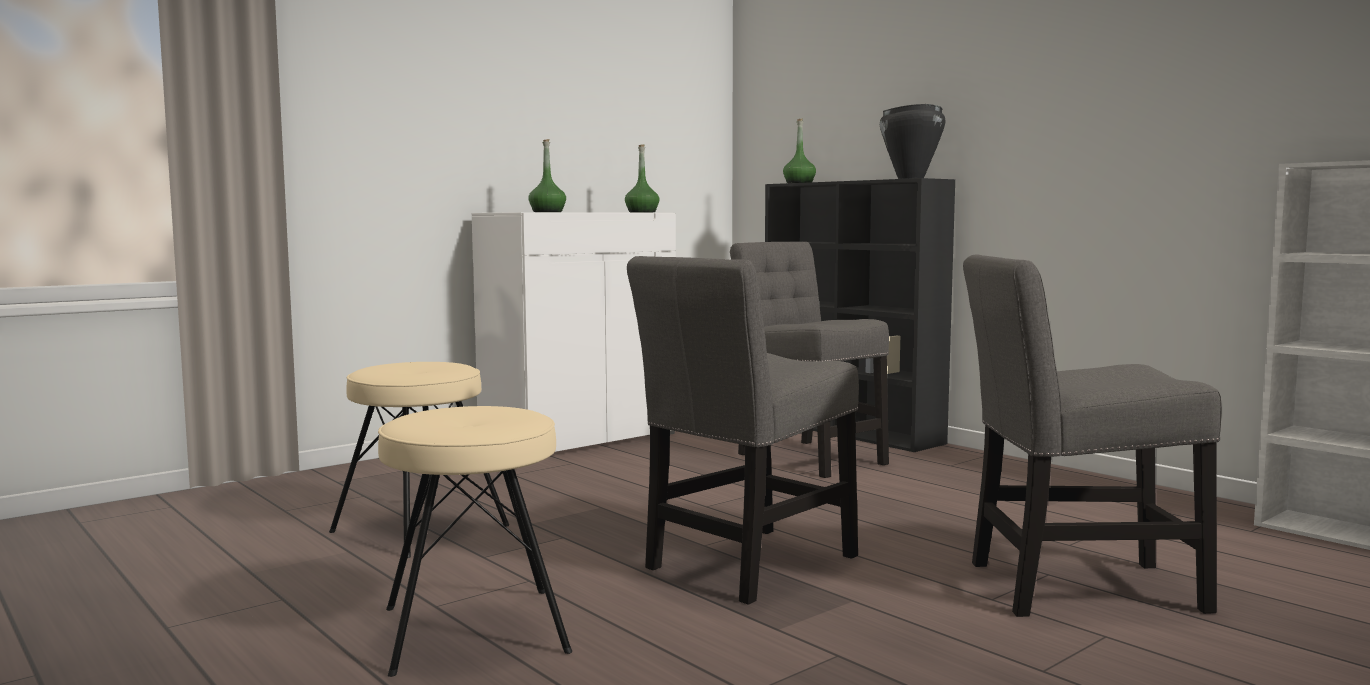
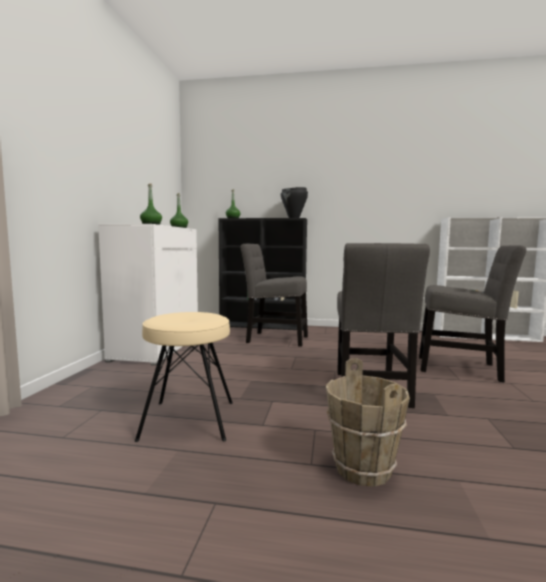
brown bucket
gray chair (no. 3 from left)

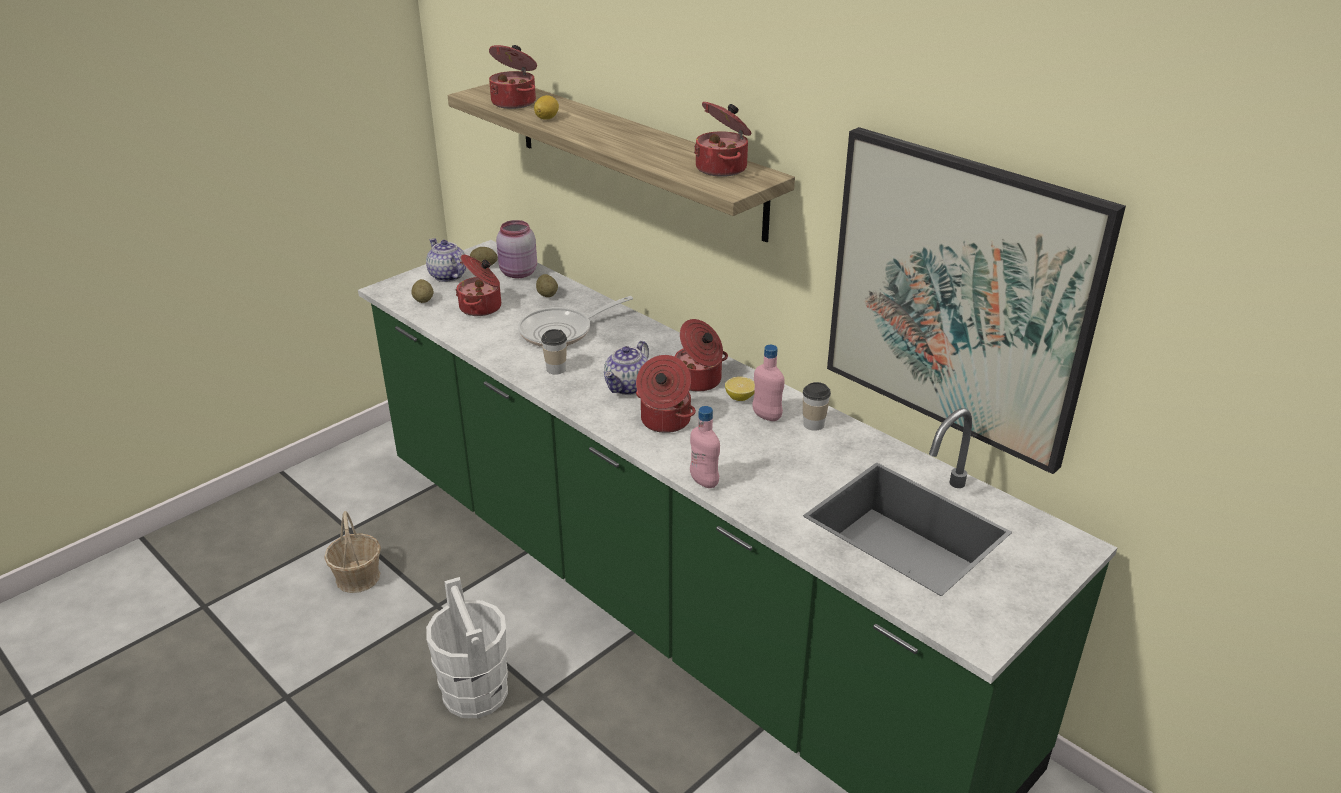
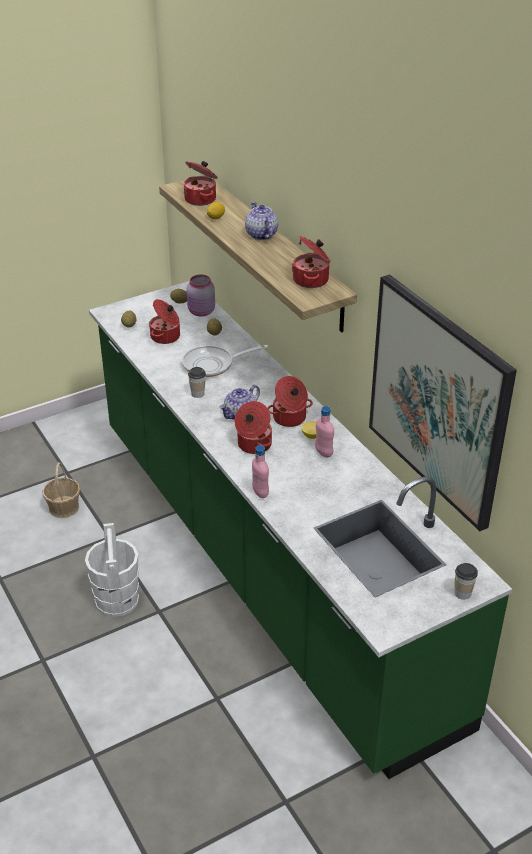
teapot (no. 2 from left)
drinking cup (no. 2 from left)

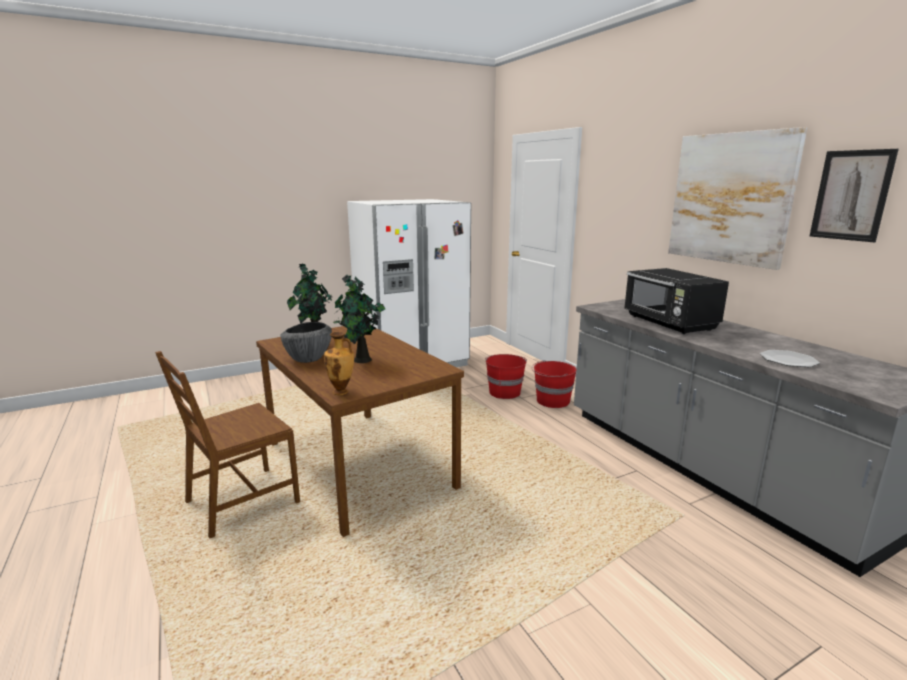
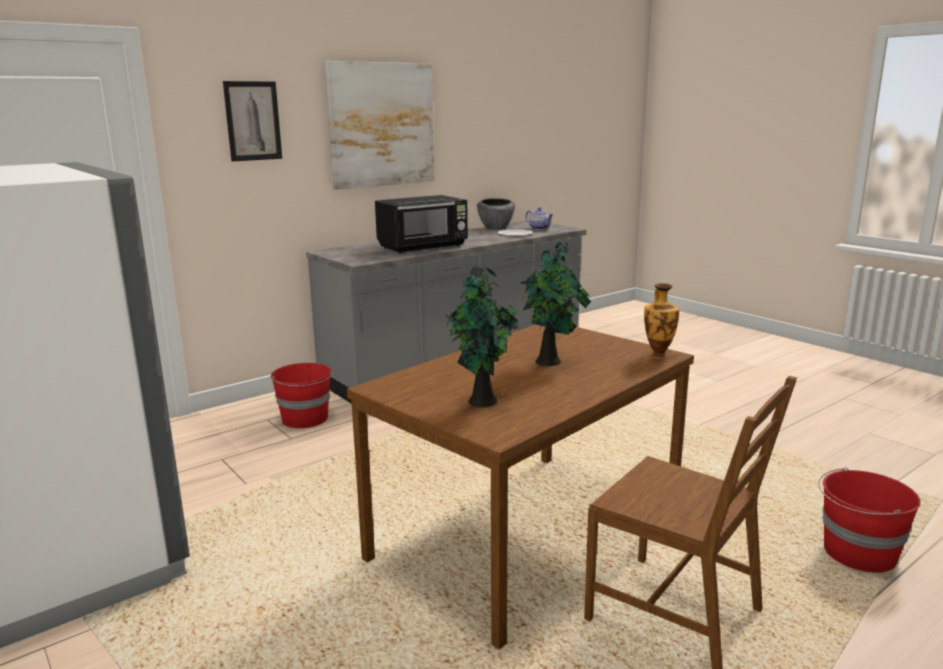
teapot
deep dish
red-coloured bucket (no. 2 from left)
picture (no. 1 from left)

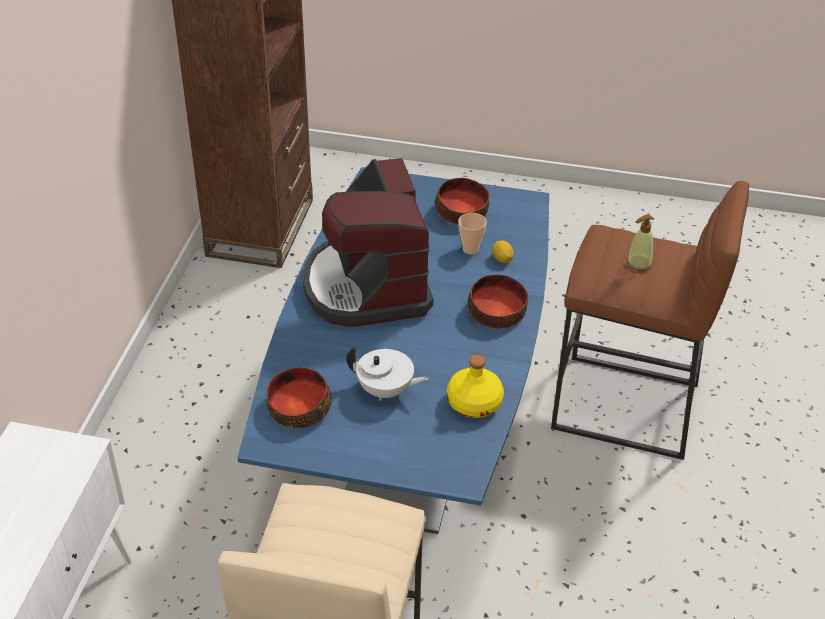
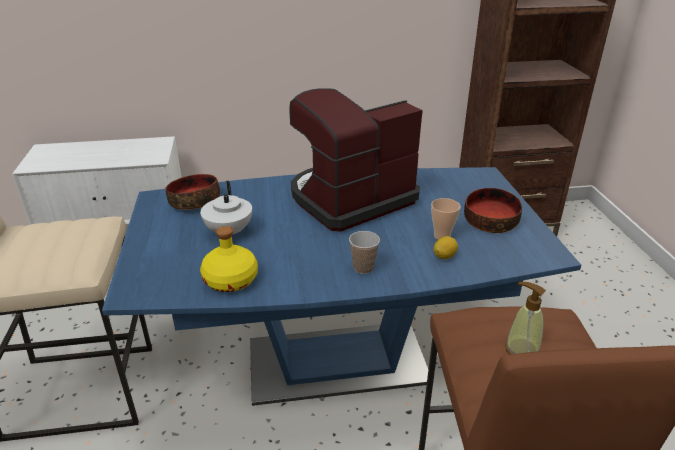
drinking cup (no. 1 from left)

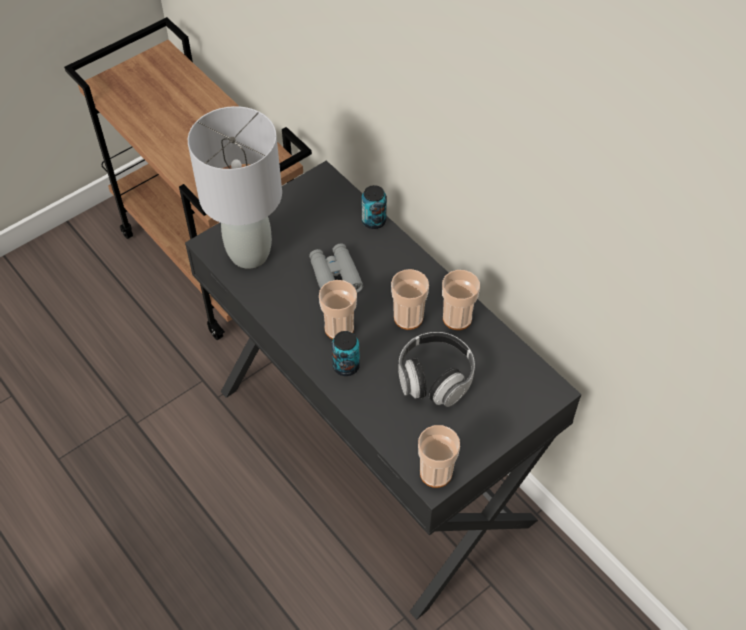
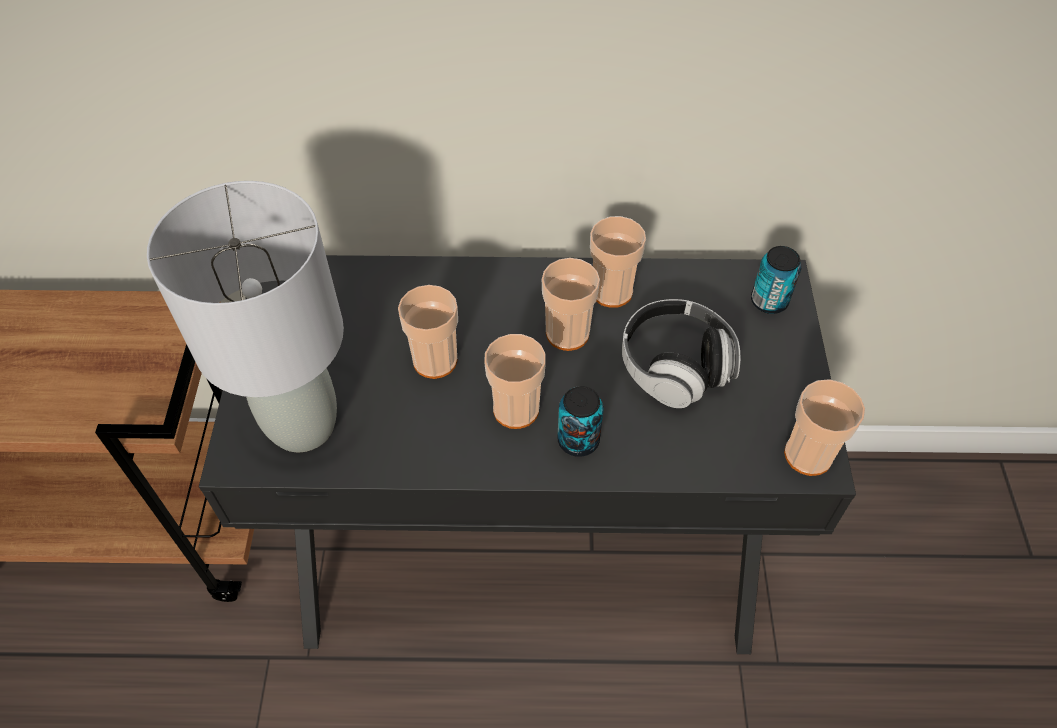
metal can (no. 2 from left)
drinking cup (no. 1 from left)

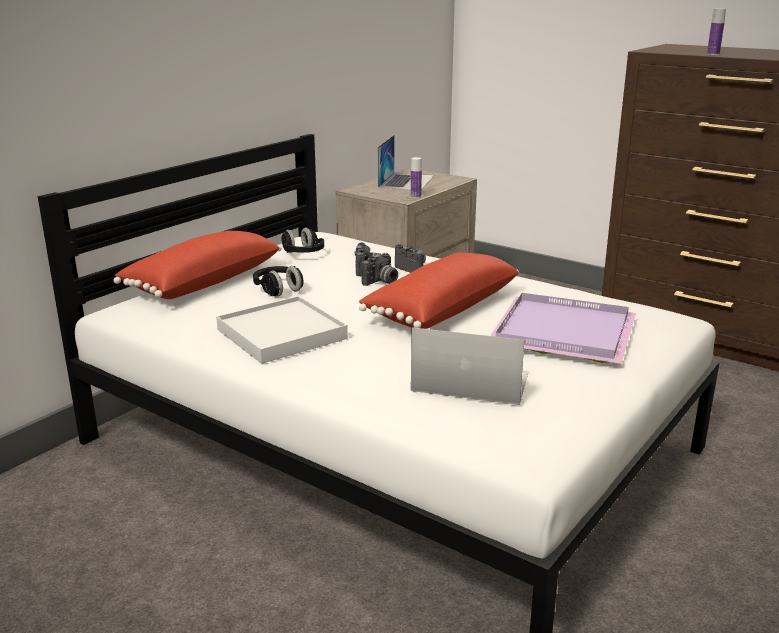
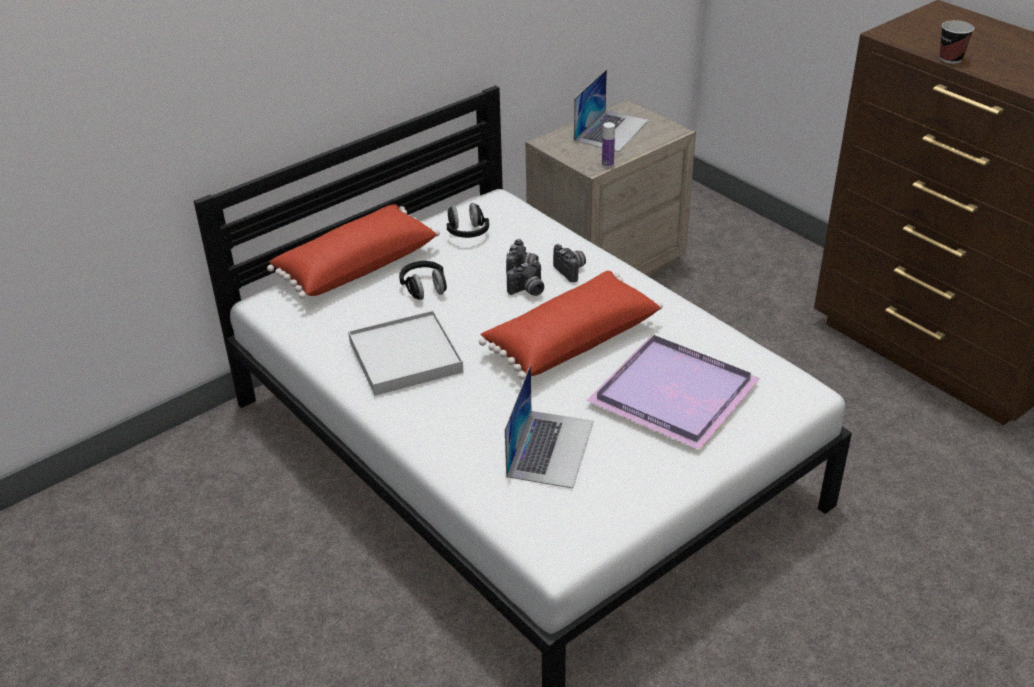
drinking cup
notebook computer (no. 1 from left)

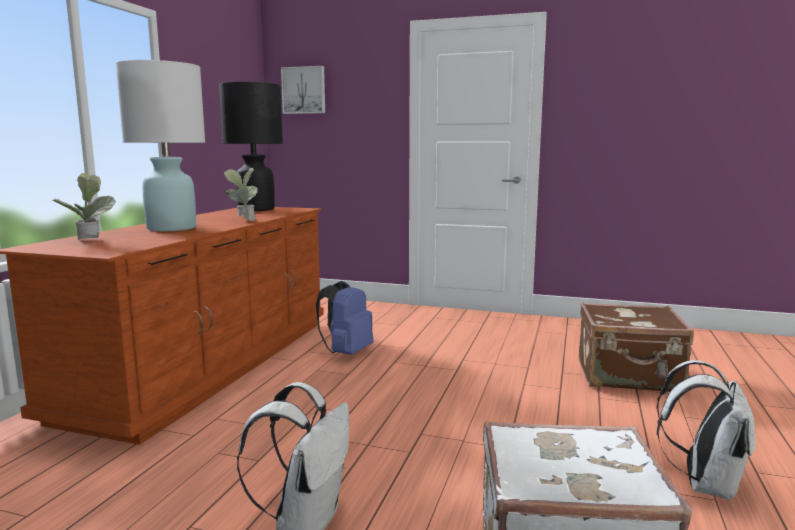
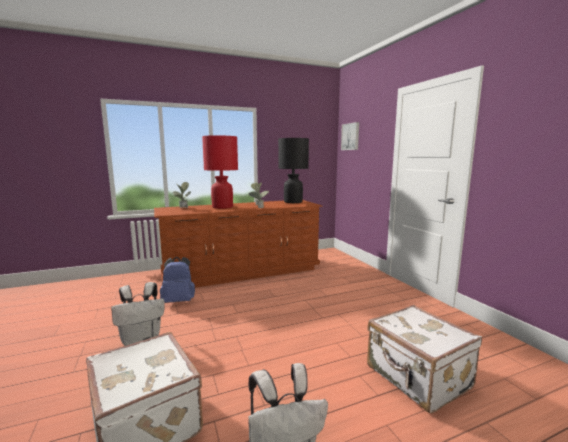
blue backpack
red-coloured table lamp
white-coloured travel case (no. 2 from left)

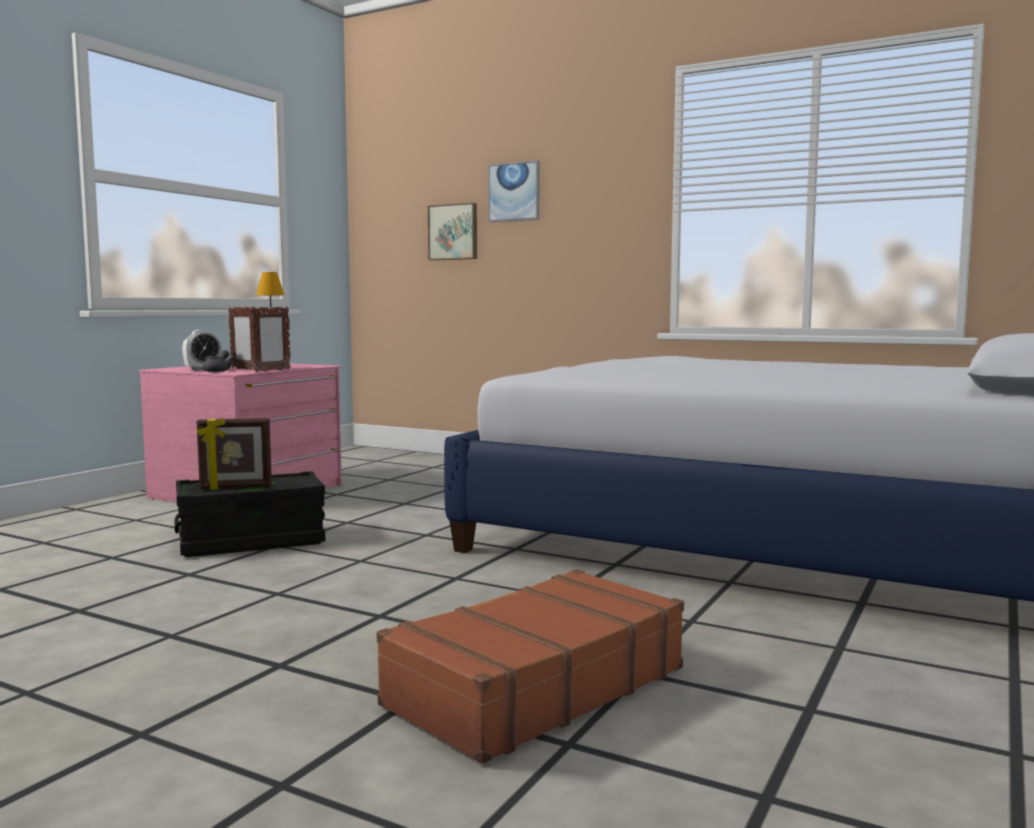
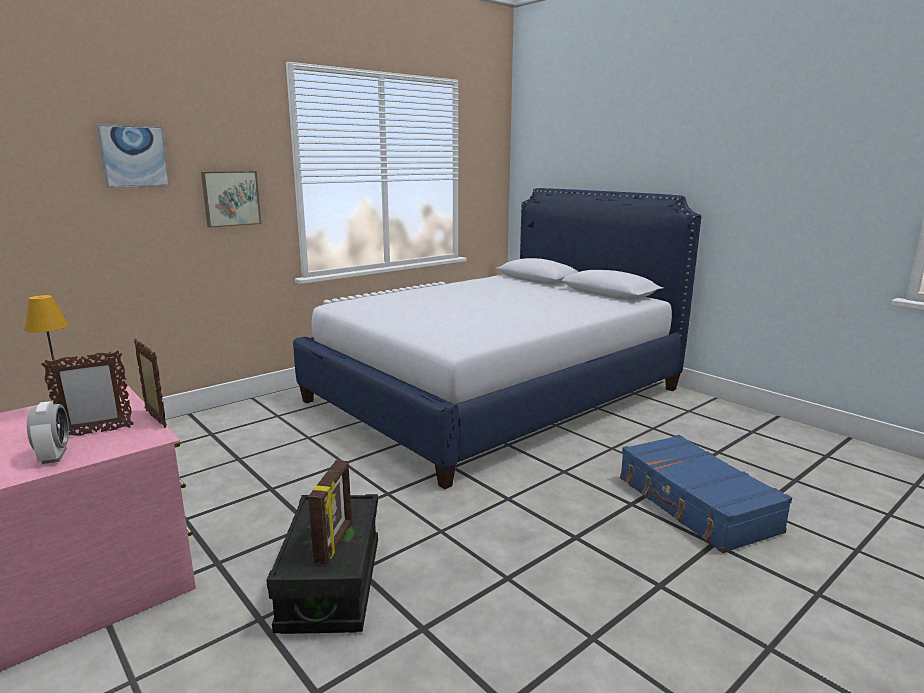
gray teapot
picture (no. 2 from left)
blue travel case

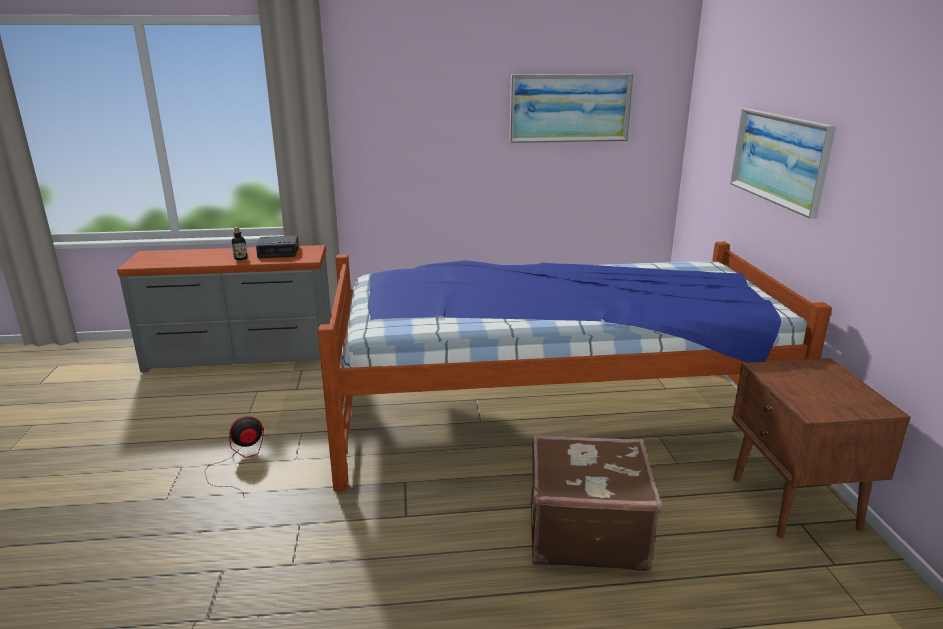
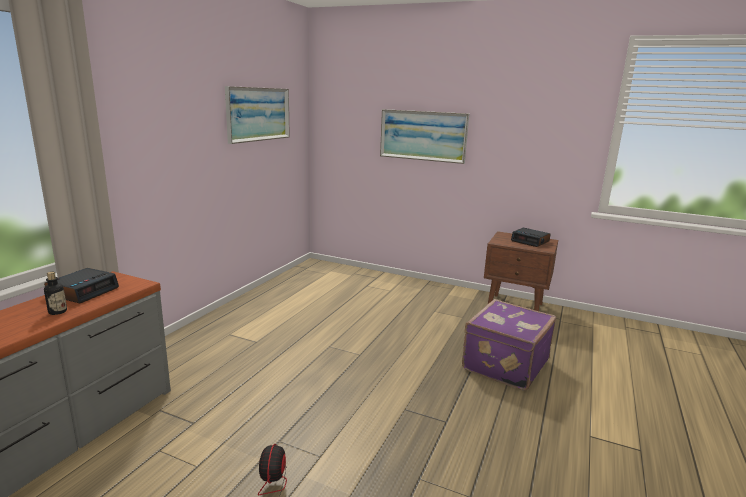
sleeping bed
alarm clock (no. 2 from left)
purple-coloured travel case

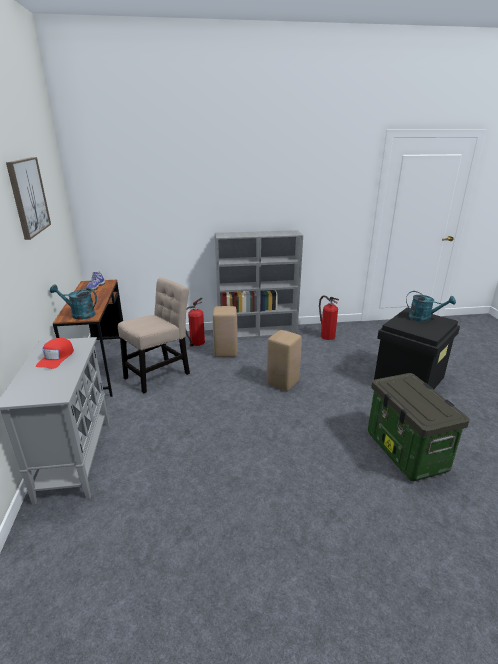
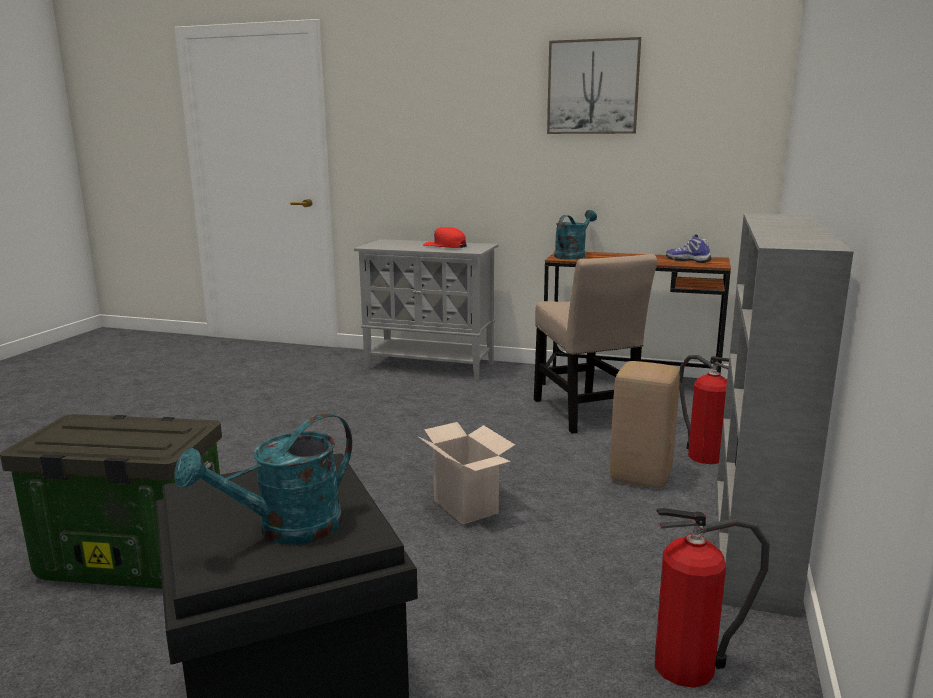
packing box

